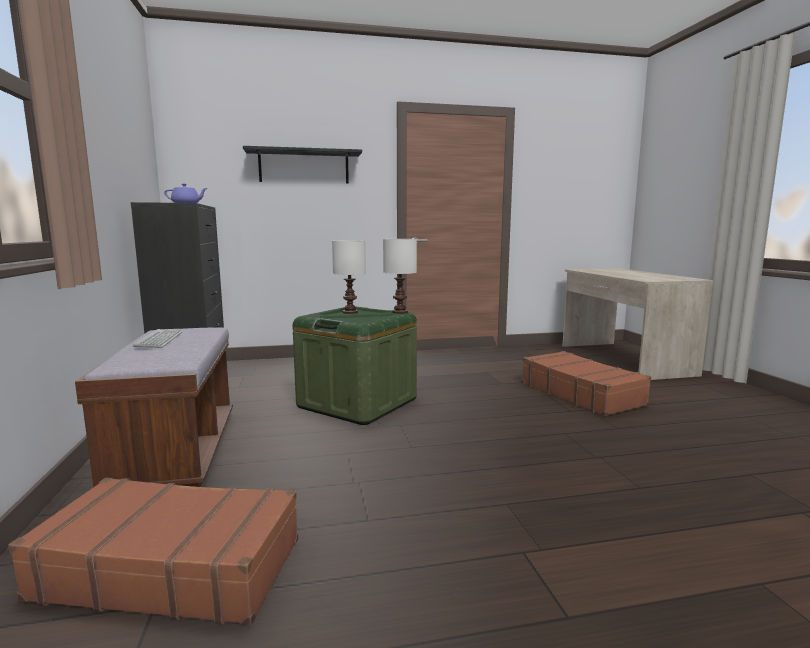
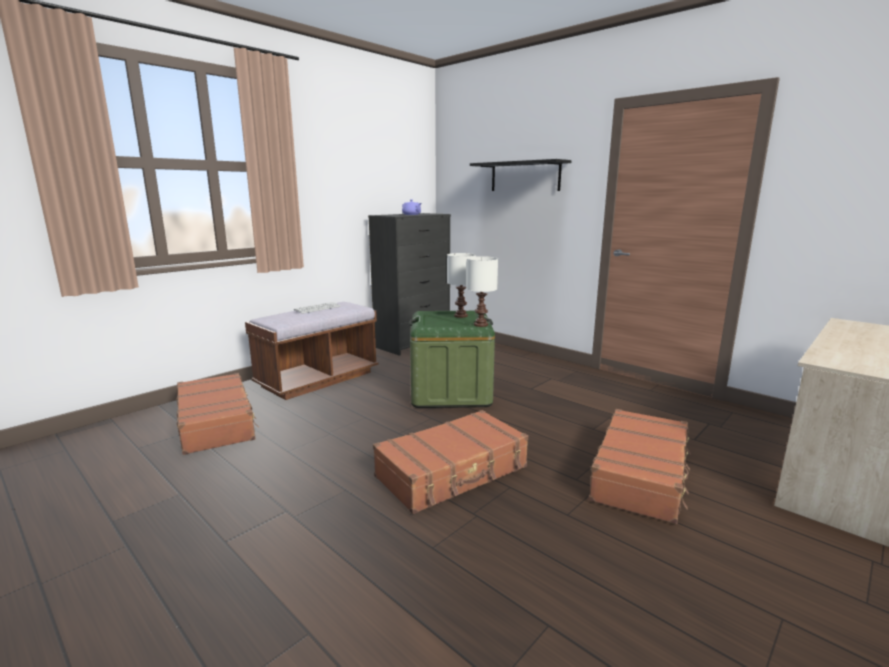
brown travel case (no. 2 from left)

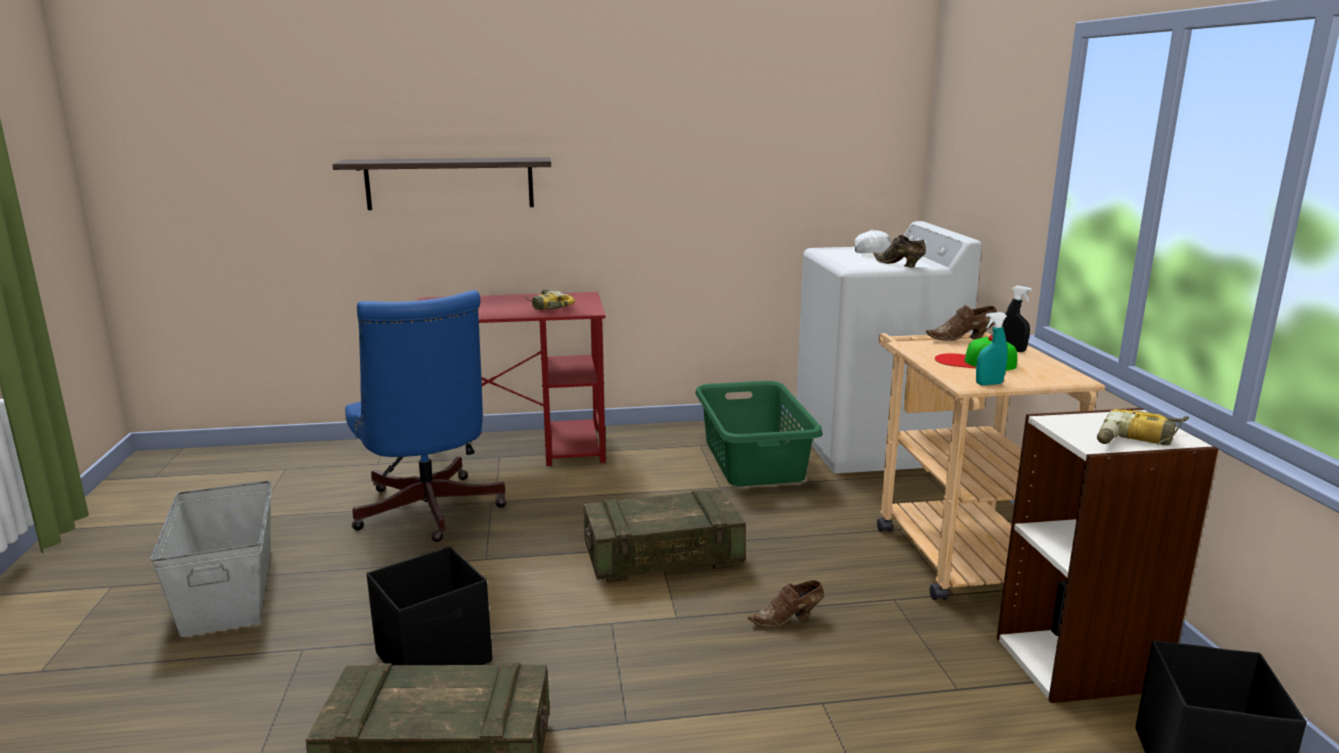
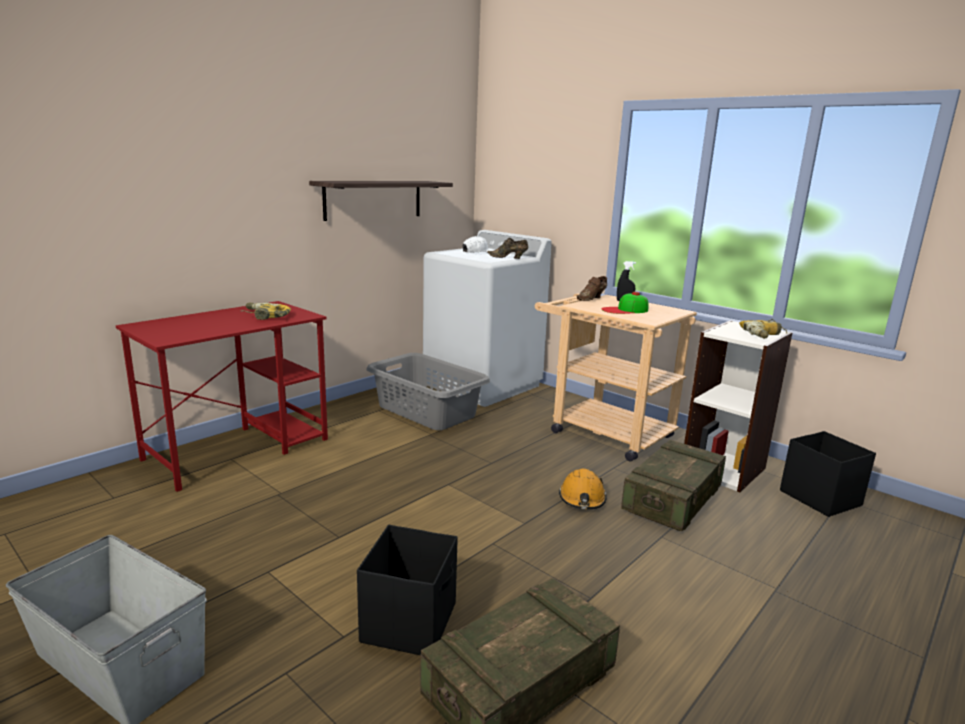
blue desk chair
turquoise-coloured sprayer
shelf
crate (no. 2 from left)
orange-coloured safety helmet
gray laundry basket

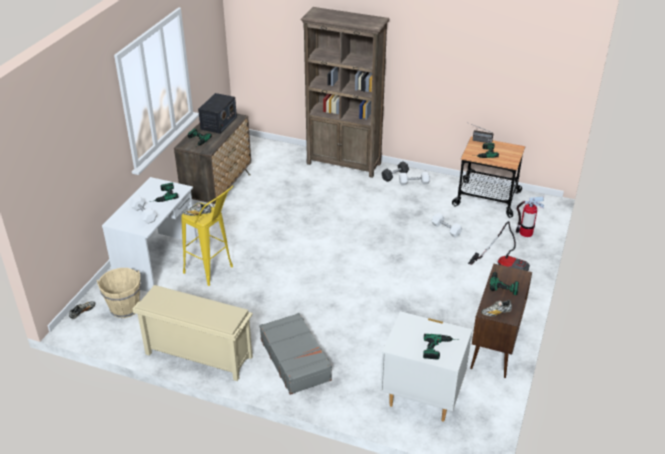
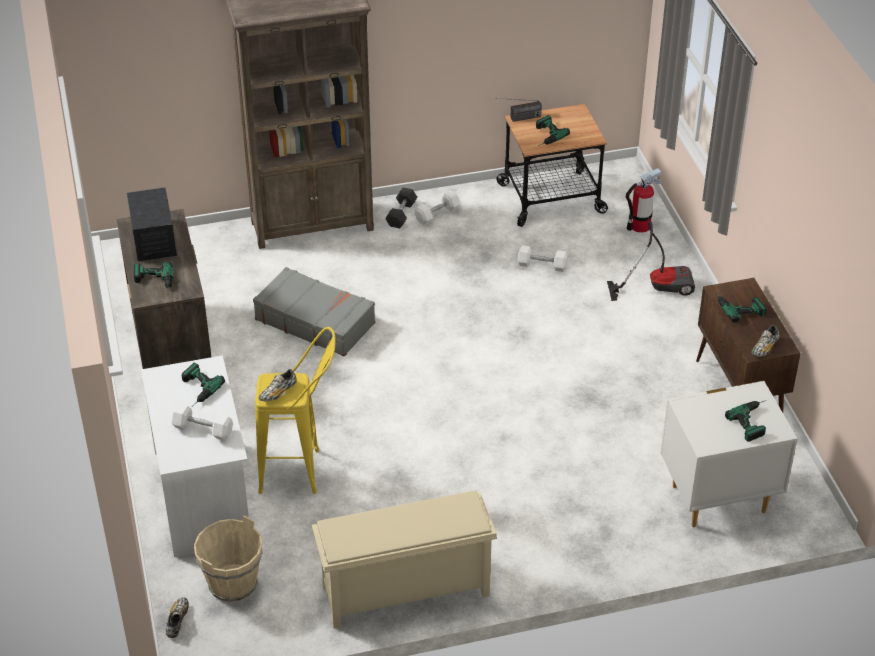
gray travel case

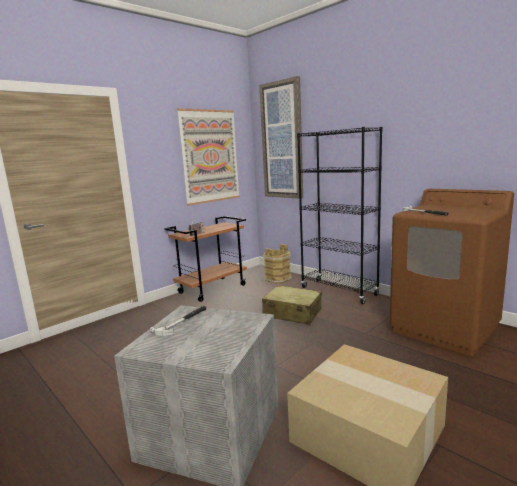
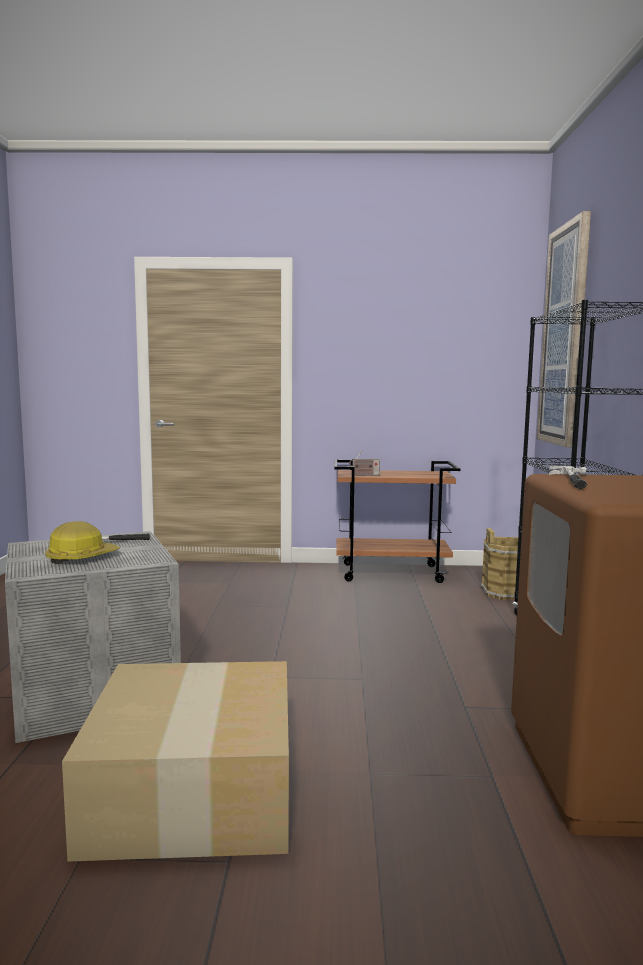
picture (no. 1 from left in the first image)
beige-coloured travel case
safety helmet

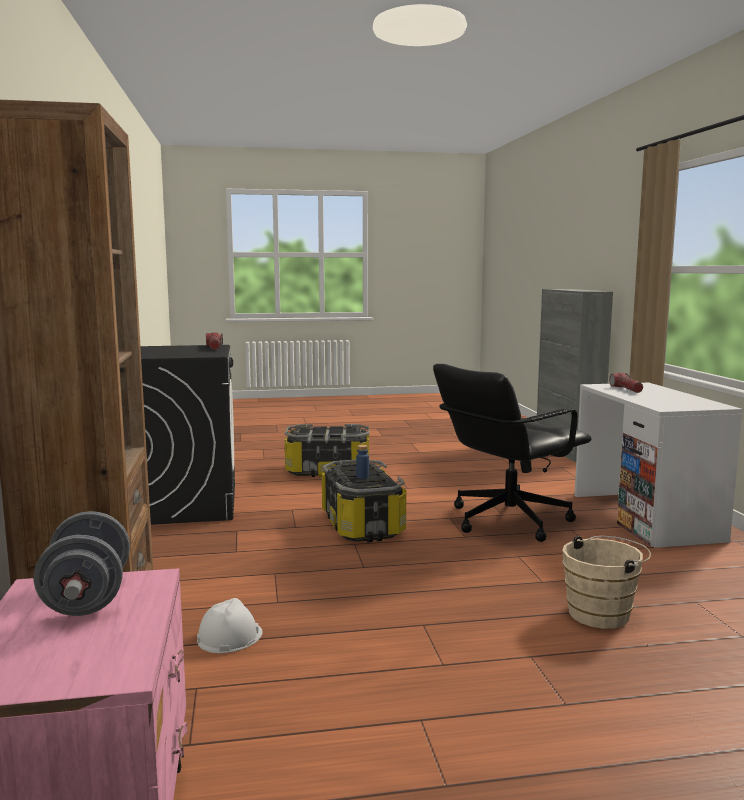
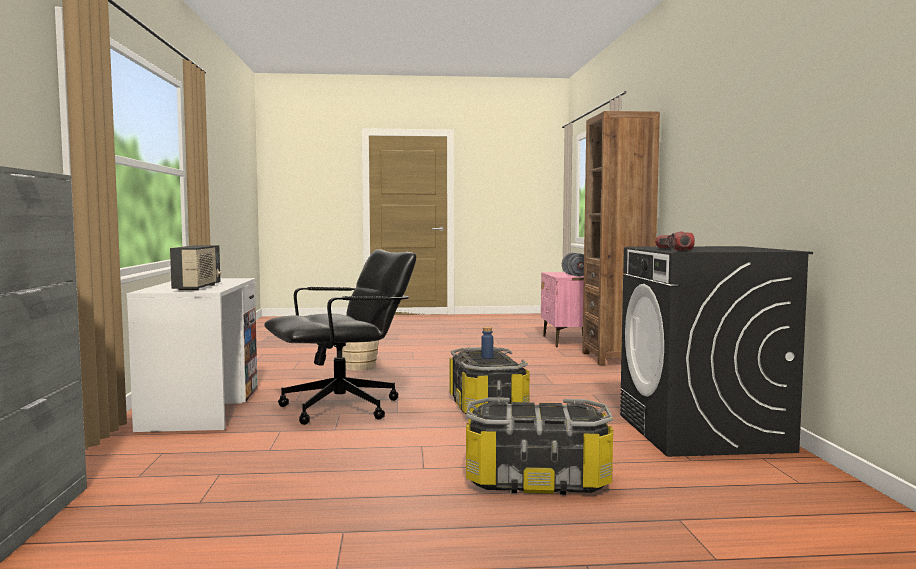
white-coloured safety helmet
radio set

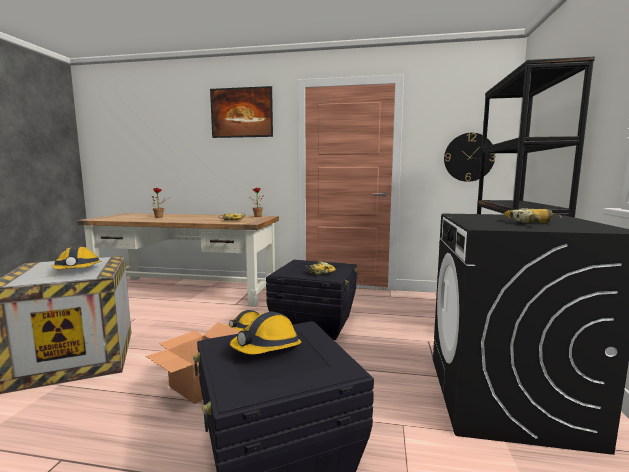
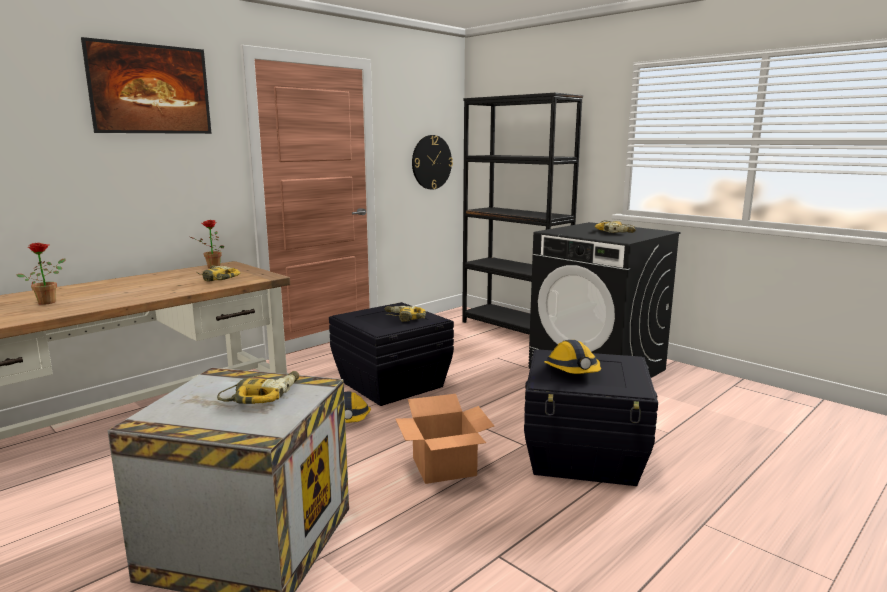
electric drill (no. 2 from left)

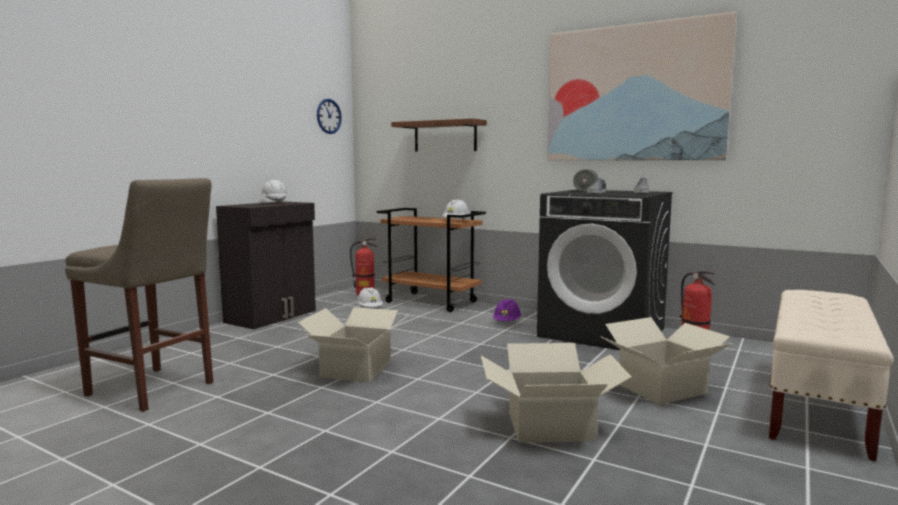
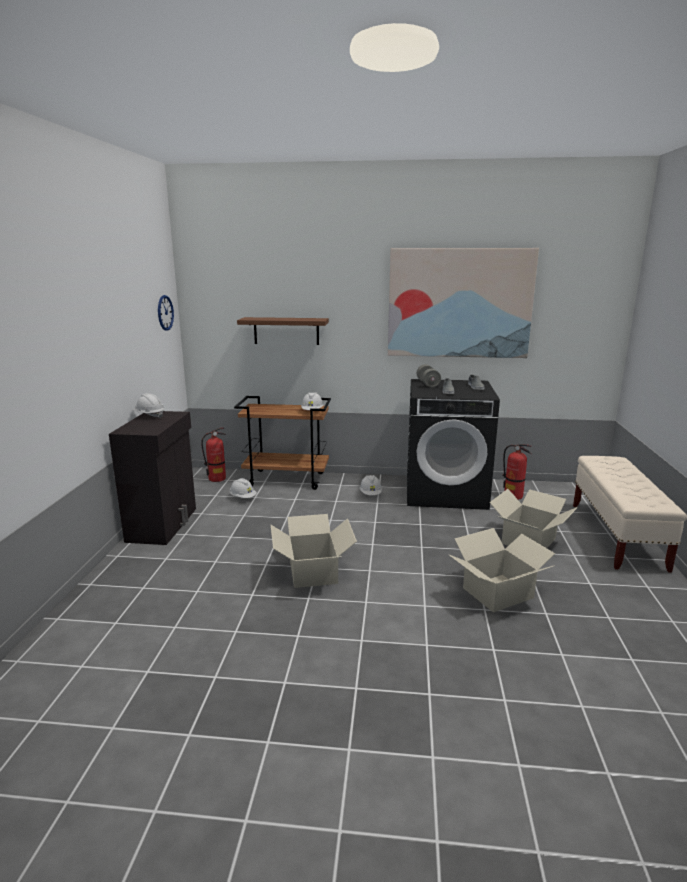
beige-coloured stool
white-coloured safety helmet (no. 4 from left)

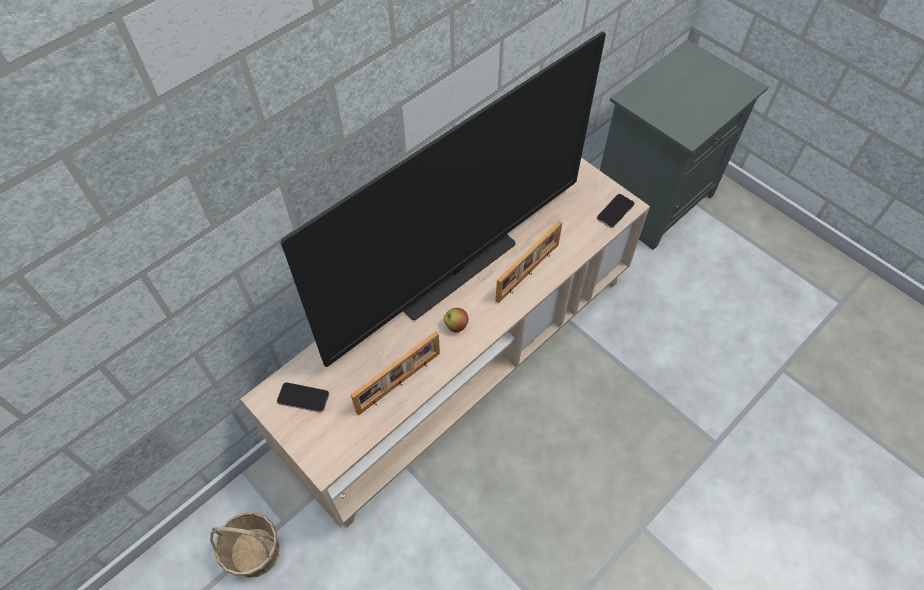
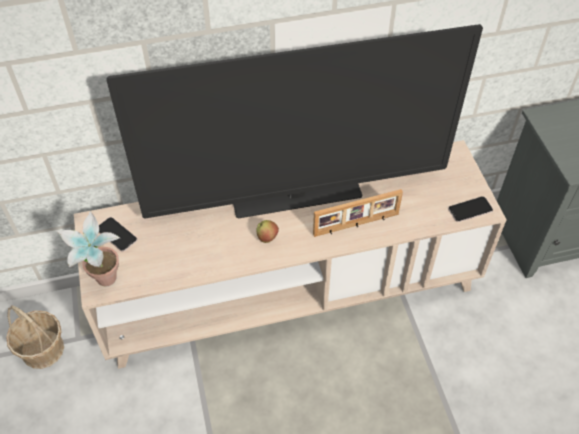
standing frame (no. 1 from left in the first image)
houseplant

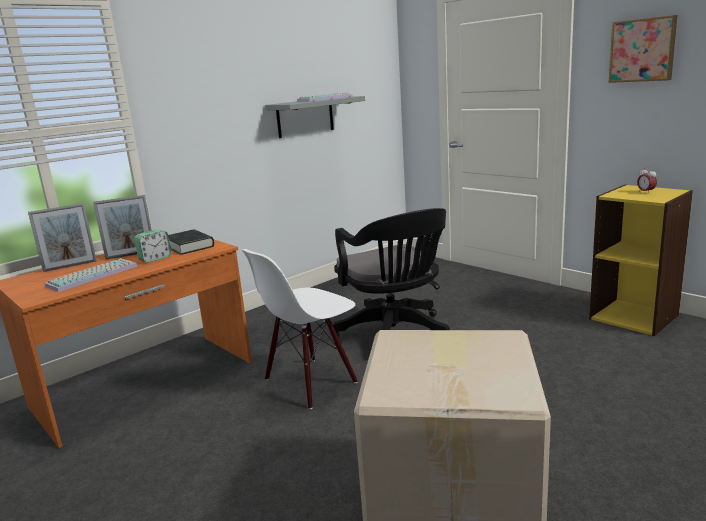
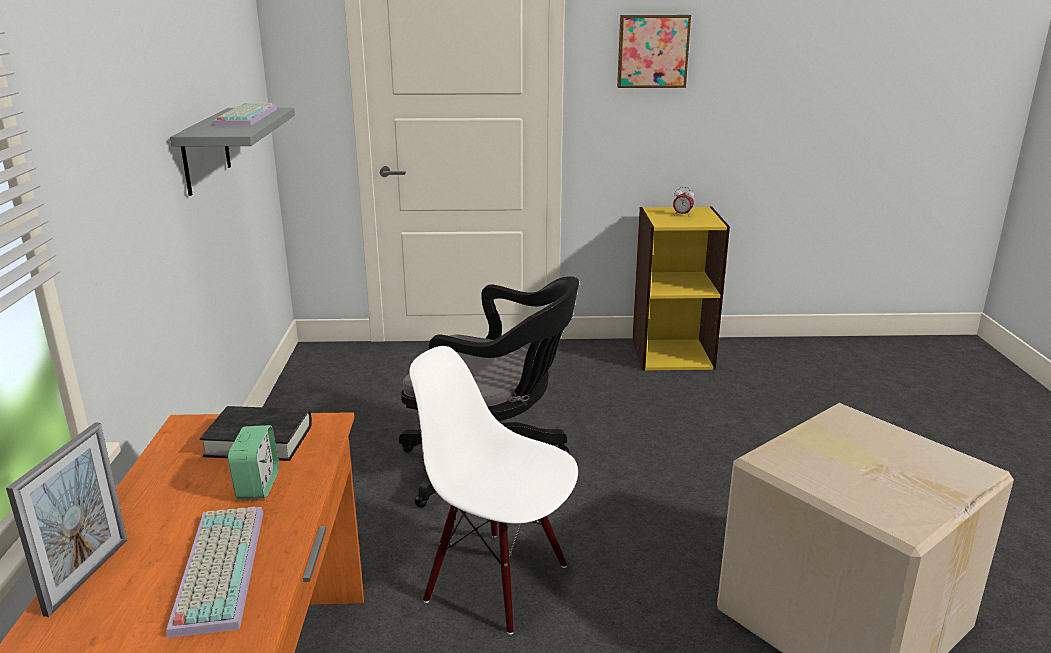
standing frame (no. 2 from left in the first image)
white-coloured chair

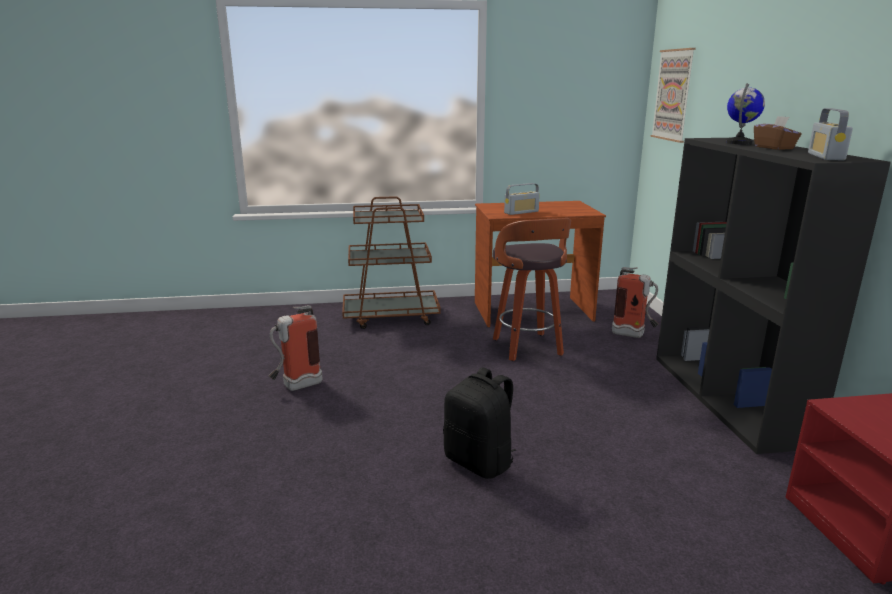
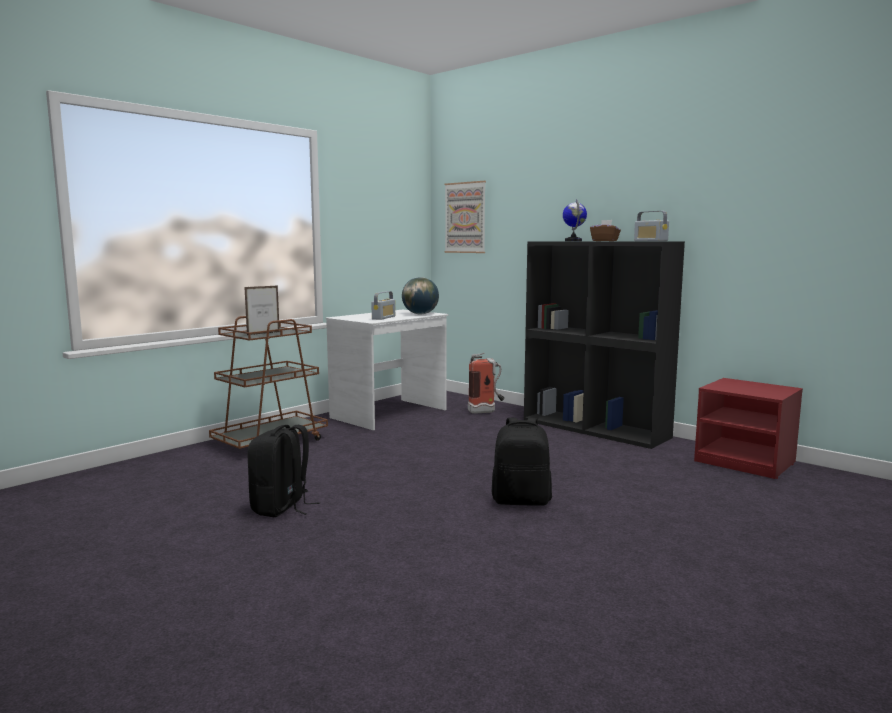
stool
standing frame
desk globe (no. 1 from left)
blackish backpack (no. 1 from left)
white-coloured desk table

